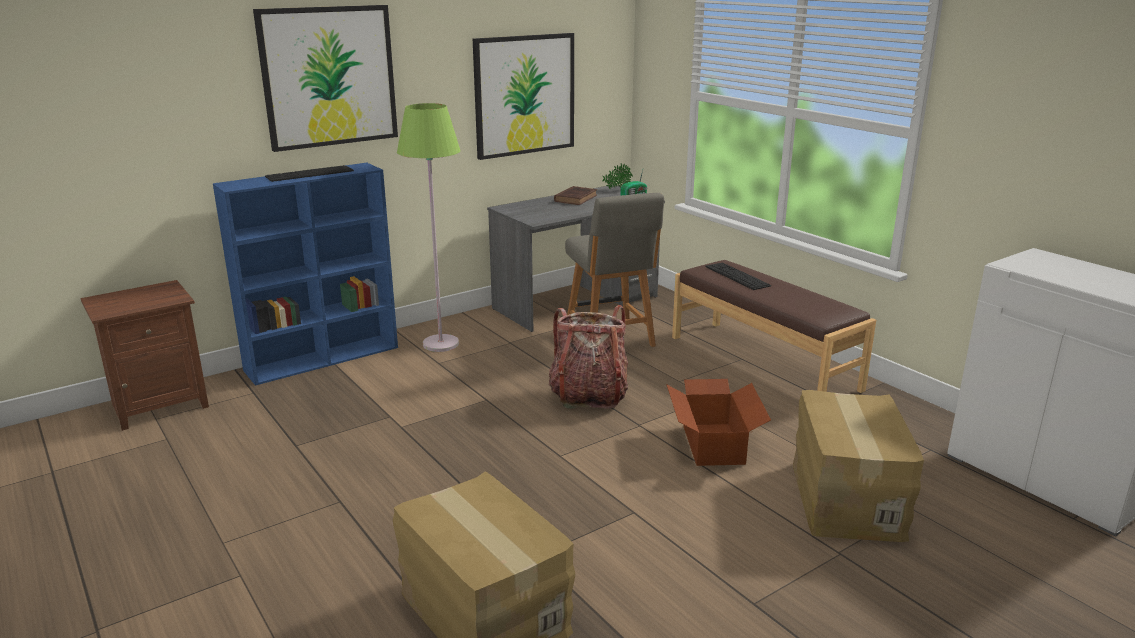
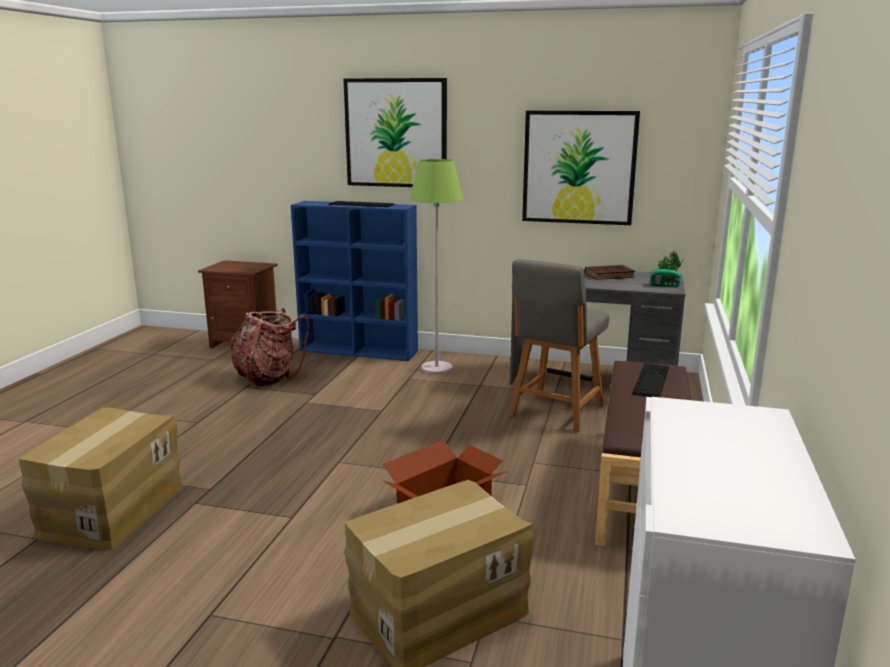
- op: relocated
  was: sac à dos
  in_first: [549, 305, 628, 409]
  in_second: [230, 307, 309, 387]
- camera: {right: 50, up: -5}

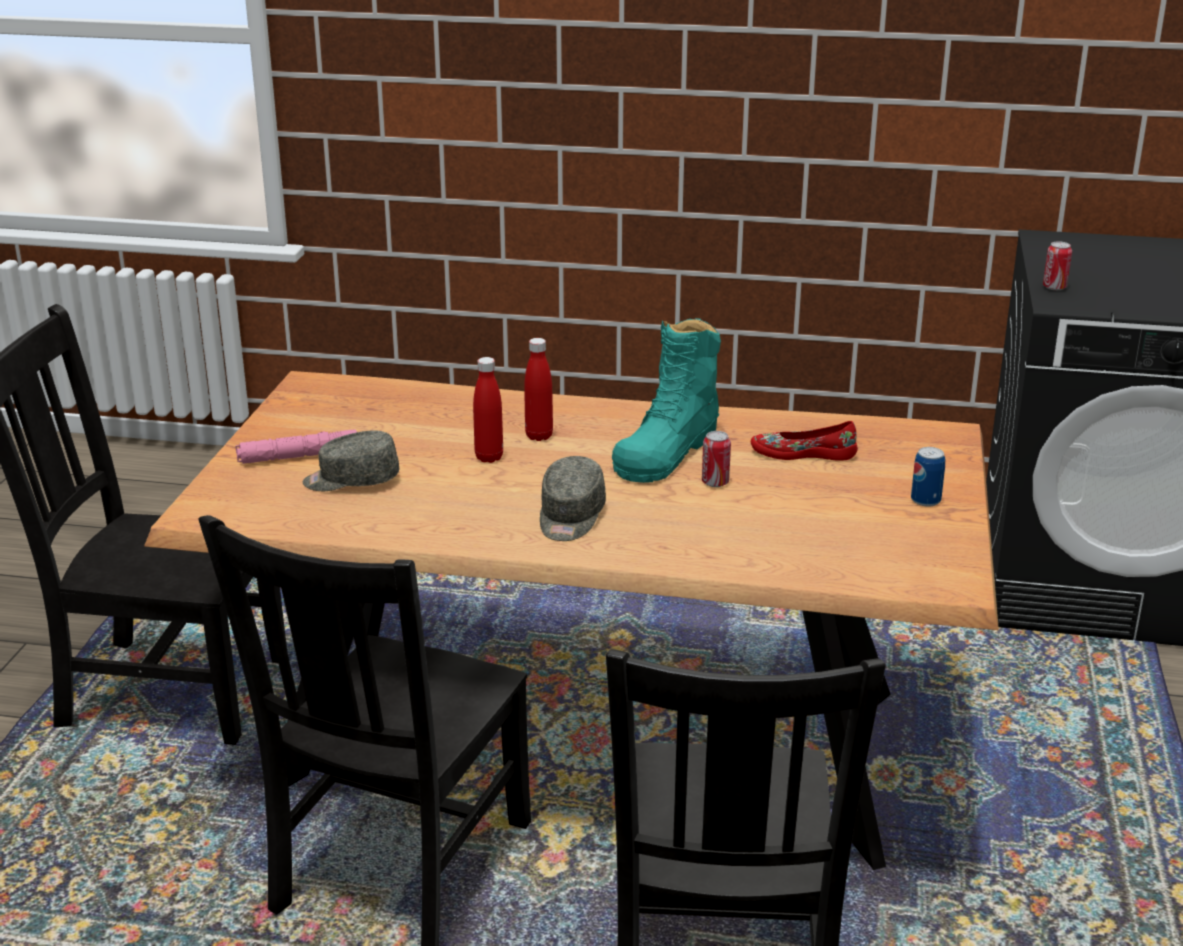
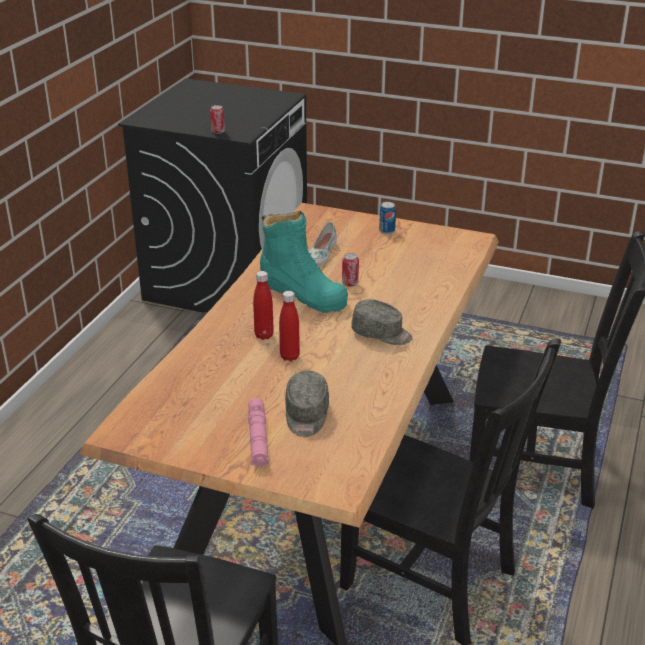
- op: colour
  was: chaussure (rouge)
  now: chaussure (blanc)
  in_first: [750, 421, 858, 461]
  in_second: [309, 222, 337, 265]
- camera: {right: -80, up: 5}

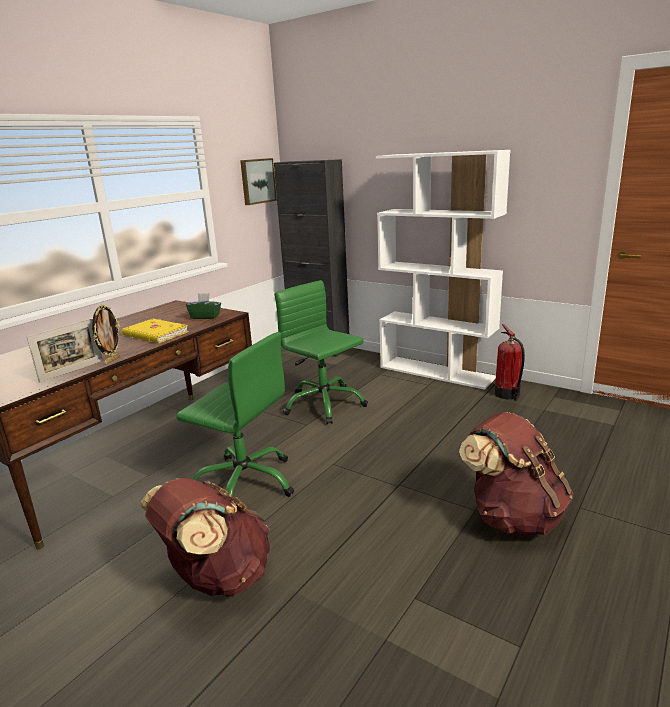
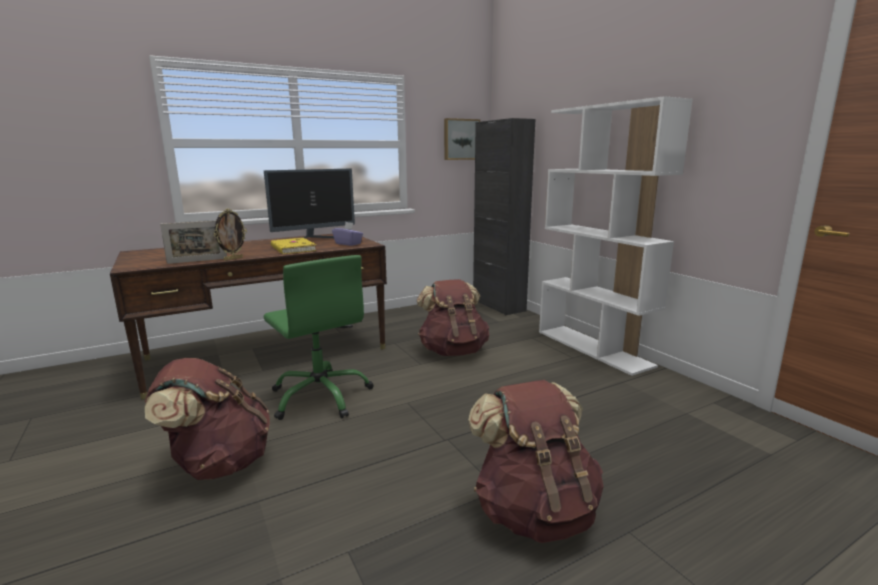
- op: appeared
  now: écran d'ordinateur
  in_second: [264, 169, 355, 238]
- op: colour
  was: boîte à mouchoirs (vert)
  now: boîte à mouchoirs (violet)
  in_first: [186, 293, 221, 319]
  in_second: [332, 222, 363, 246]
- op: exchanged
  was: chaise de bureau (vert)
  now: sac à dos (marron)
  in_first: [274, 280, 368, 424]
  in_second: [417, 279, 489, 356]
- op: missing
  was: extincteur
  in_first: [495, 324, 525, 401]
- camera: {right: 25, up: -5}

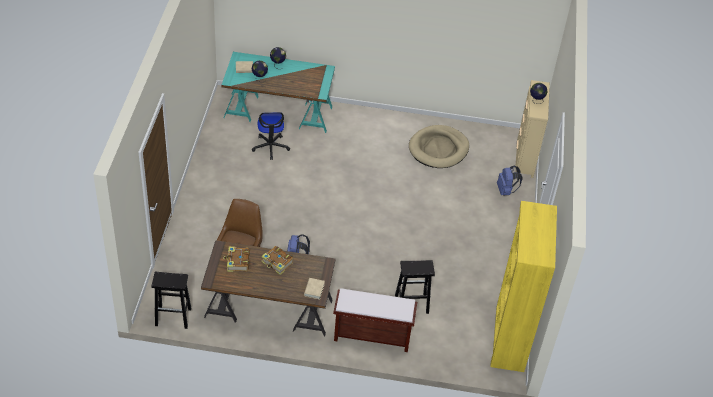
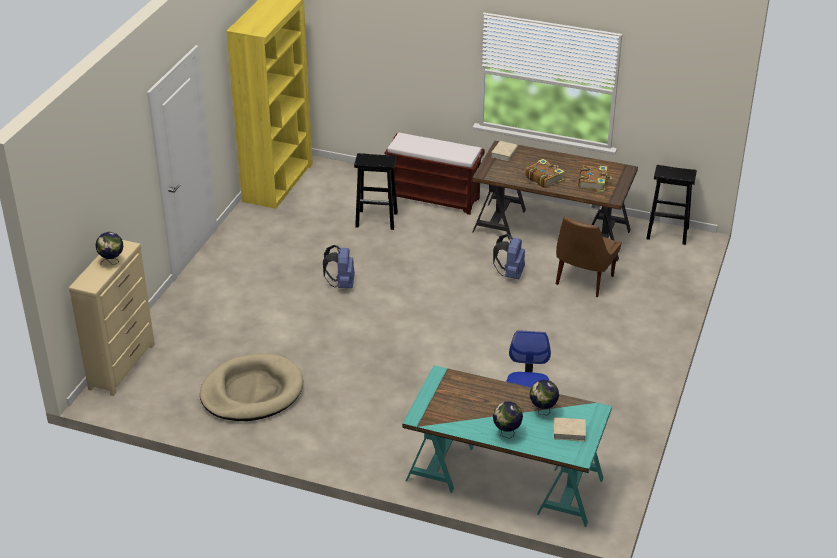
- op: relocated
  was: sac à dos (bleu)
  in_first: [497, 166, 523, 195]
  in_second: [323, 245, 355, 288]
- camera: {right: -165, up: -10}

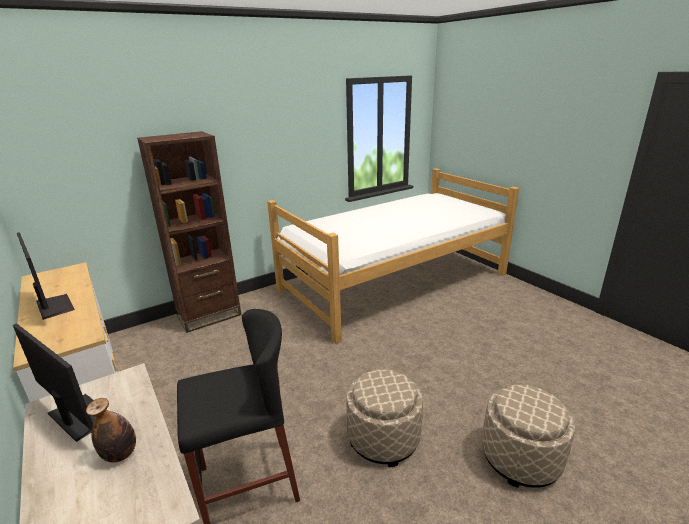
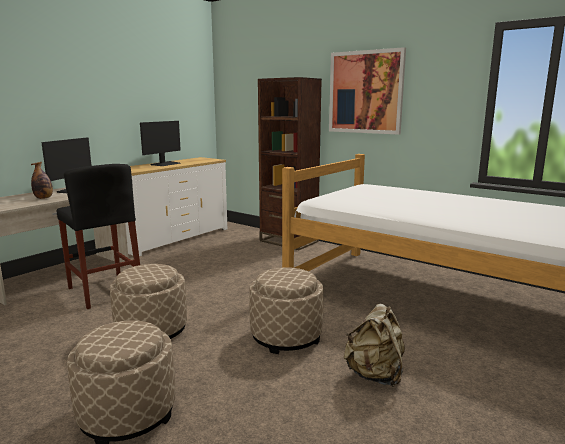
- op: appeared
  now: pouf (beige)
  in_second: [249, 267, 323, 354]
- op: appeared
  now: tableau
  in_second: [329, 47, 406, 135]
- op: appeared
  now: sac à dos (beige)
  in_second: [344, 304, 405, 387]
- camera: {right: 70, up: -10}

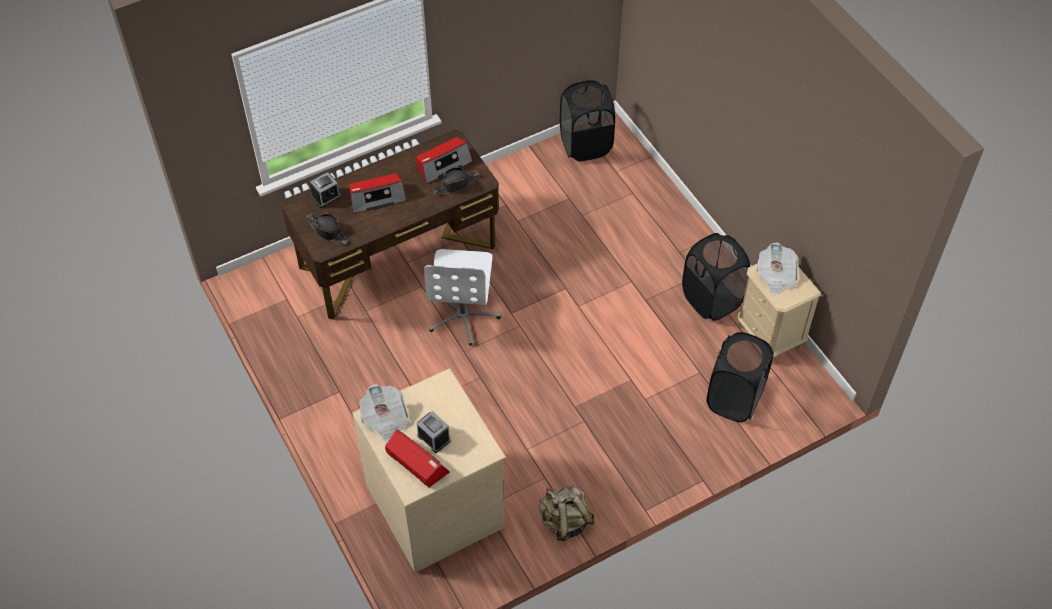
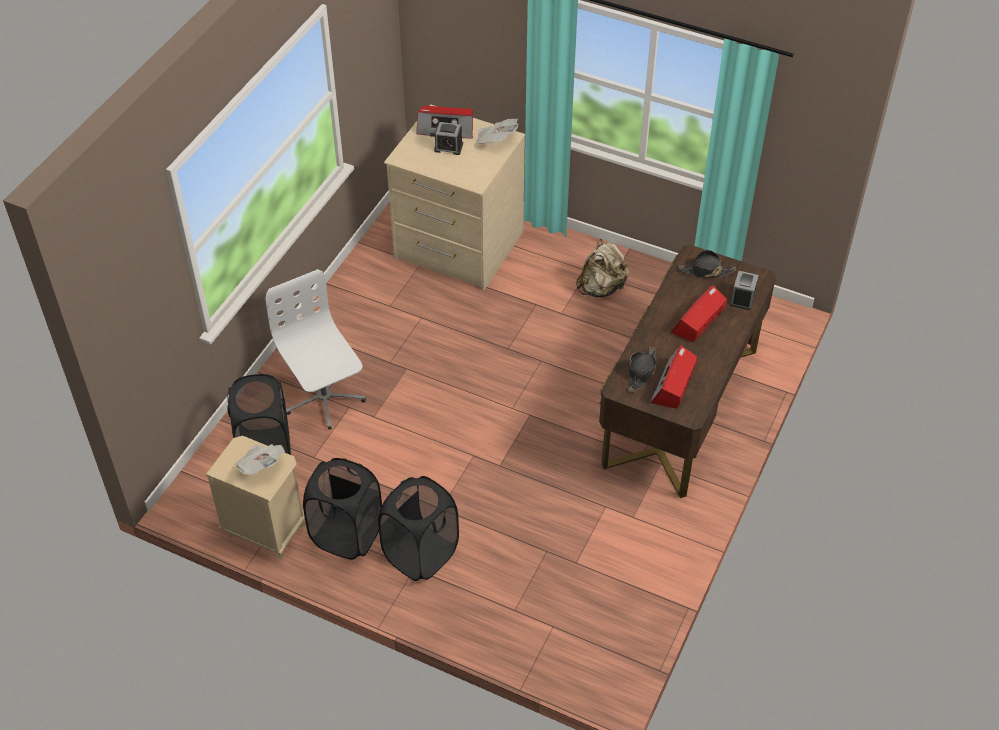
- op: relocated
  was: chaise de bureau (blanc)
  in_first: [424, 249, 501, 346]
  in_second: [266, 269, 366, 430]
- op: relocated
  was: panier à linge (noir)
  in_first: [560, 80, 615, 161]
  in_second: [378, 476, 459, 581]
- op: relocated
  was: sac à dos (beige)
  in_first: [539, 486, 595, 541]
  in_second: [576, 239, 629, 297]
- camera: {right: 145, up: -5}

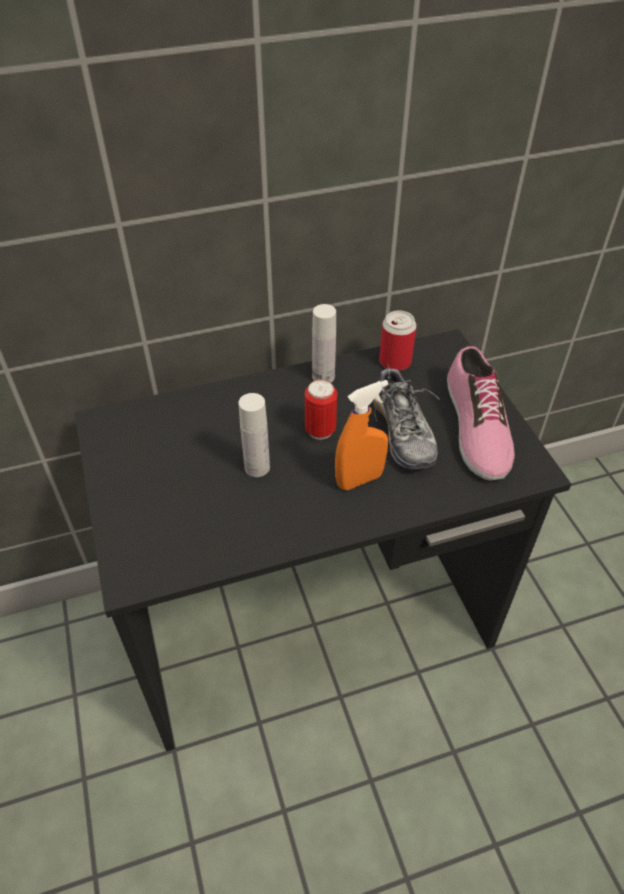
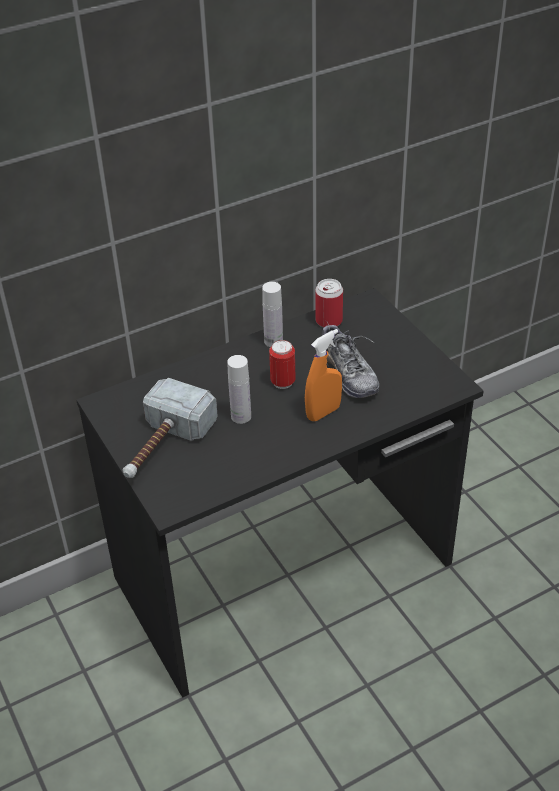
- op: appeared
  now: marteau
  in_second: [123, 378, 218, 478]
- op: missing
  was: chaussure
  in_first: [447, 345, 515, 481]
- camera: {right: -10, up: -5}

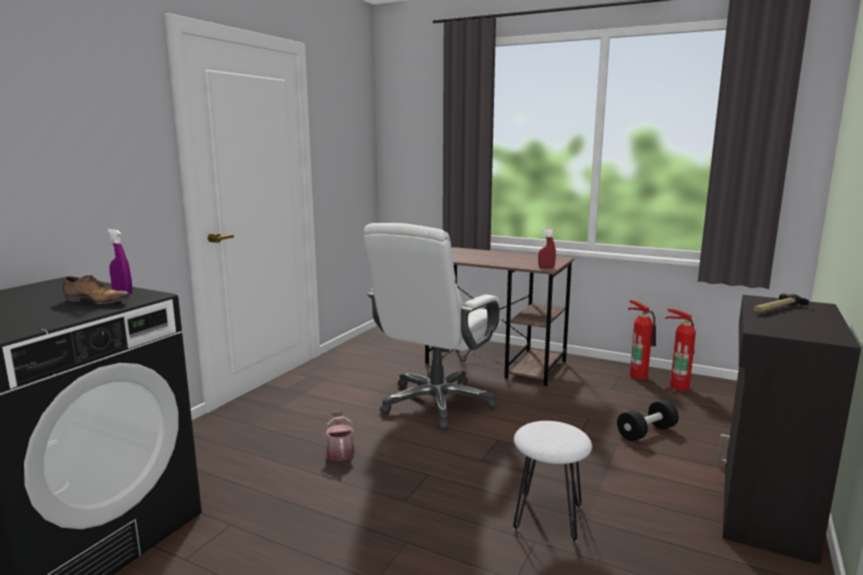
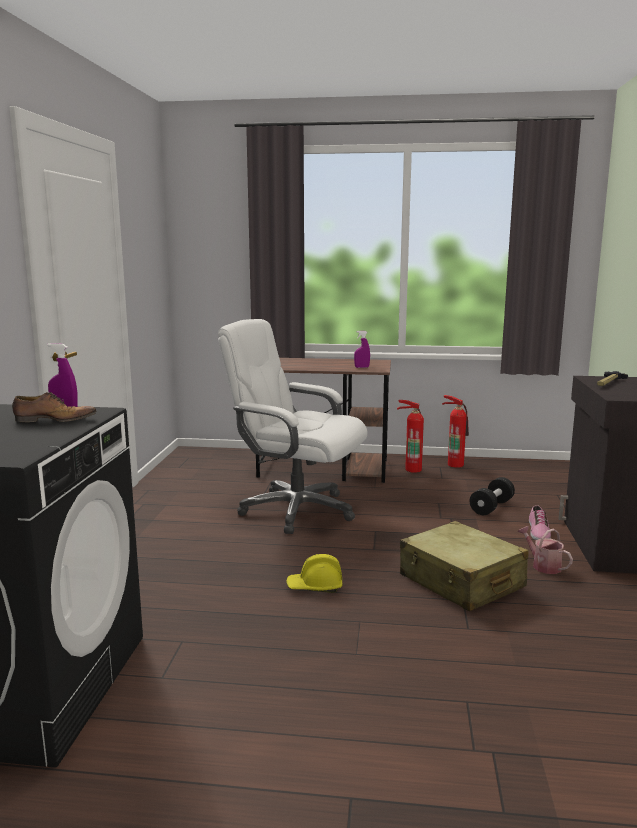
- op: spun
  was: chaise de bureau (blanc)
  in_first: [364, 223, 502, 430]
  in_second: [218, 319, 368, 534]
  clockwise: 105
- op: appeared
  now: casque de chantier (jaune)
  in_second: [286, 554, 342, 593]
- op: appeared
  now: vaporisateur (violet)
  in_second: [354, 331, 370, 368]
- op: relocated
  was: extincteur
  in_first: [665, 308, 696, 391]
  in_second: [397, 400, 424, 473]
- op: exchanged
  was: tabouret (blanc)
  now: valise (beige)
  in_first: [513, 421, 592, 543]
  in_second: [400, 521, 528, 611]
- op: relocated
  was: arrosoir
  in_first: [324, 411, 355, 461]
  in_second: [518, 526, 573, 574]
- op: appeared
  now: chaussure
  in_second: [529, 505, 551, 540]
- op: missing
  was: vaporisateur (rouge)
  in_first: [538, 229, 556, 268]
- camera: {right: -20, up: 0}

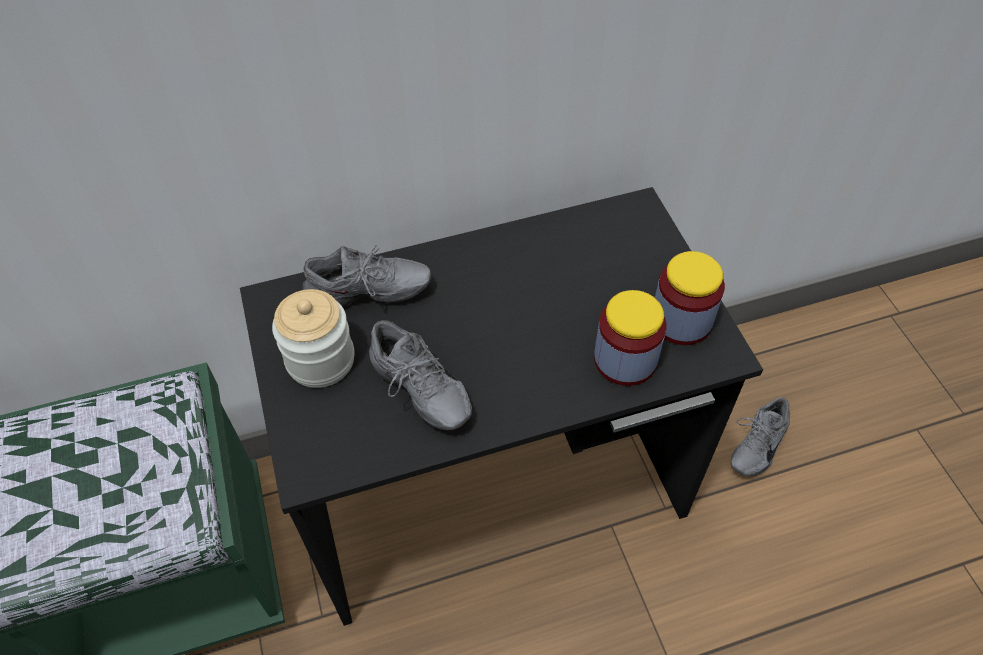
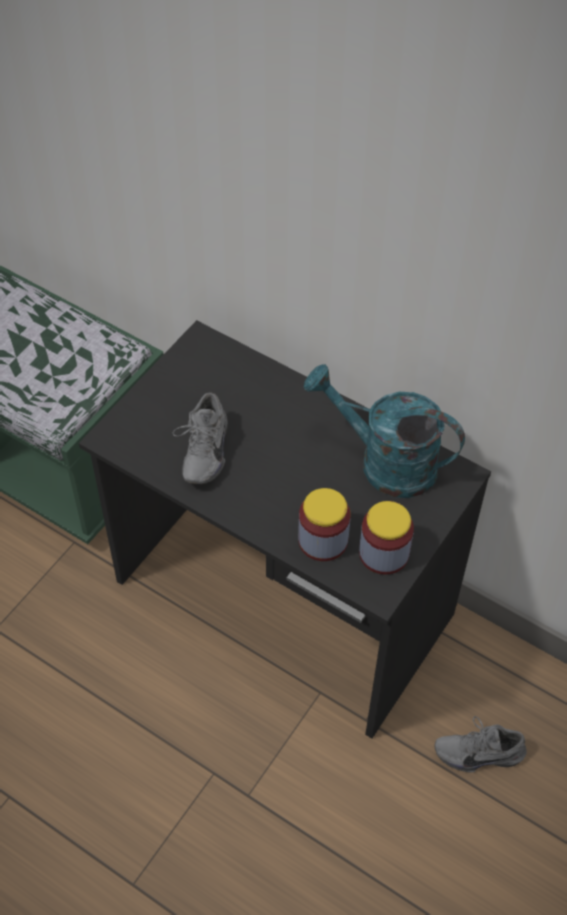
- op: appeared
  now: arrosoir (turquoise)
  in_second: [304, 364, 465, 498]
- op: missing
  was: bocal
  in_first: [272, 289, 355, 388]
- op: missing
  was: chaussure (gris)
  in_first: [302, 245, 431, 307]
- camera: {right: 50, up: 0}

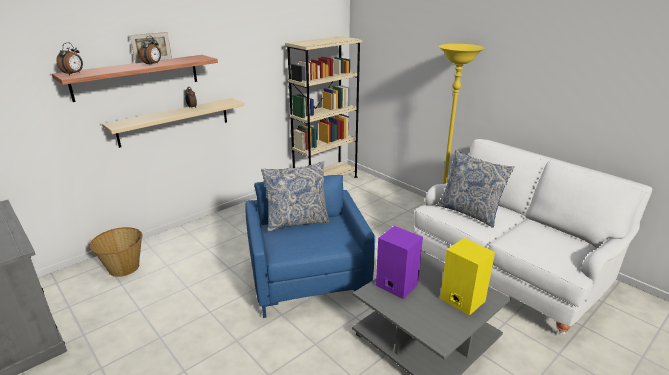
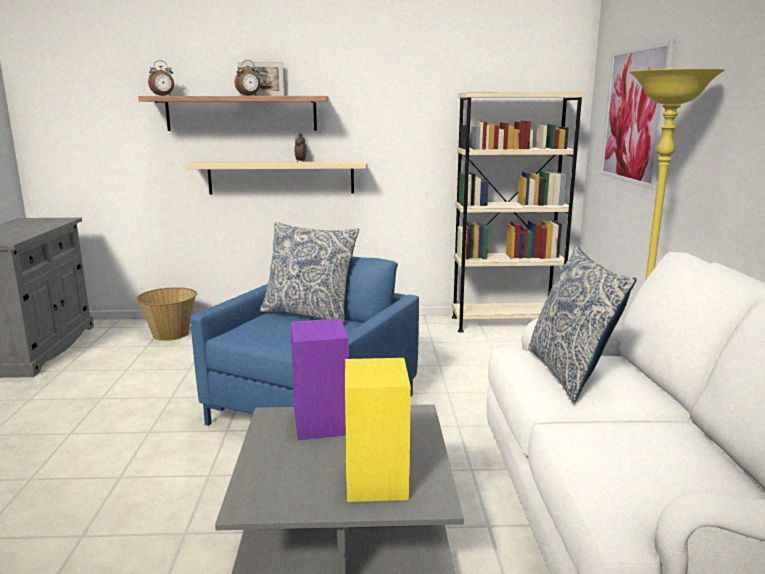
- op: appeared
  now: tableau
  in_second: [600, 40, 674, 190]
- camera: {right: 40, up: -10}

